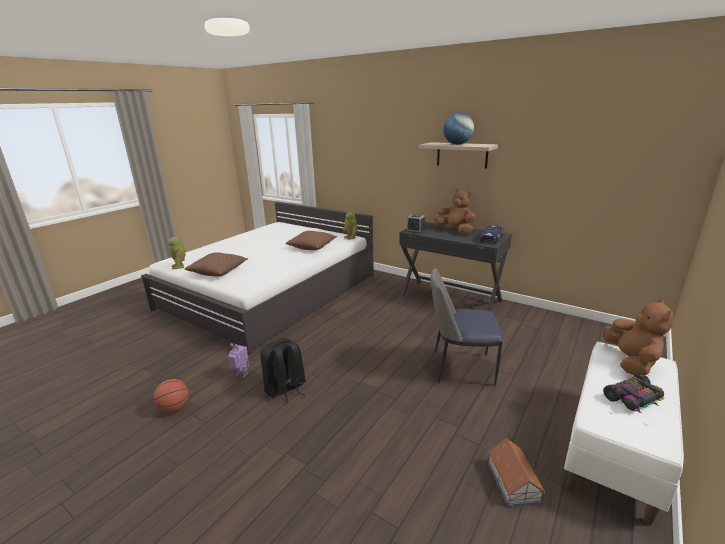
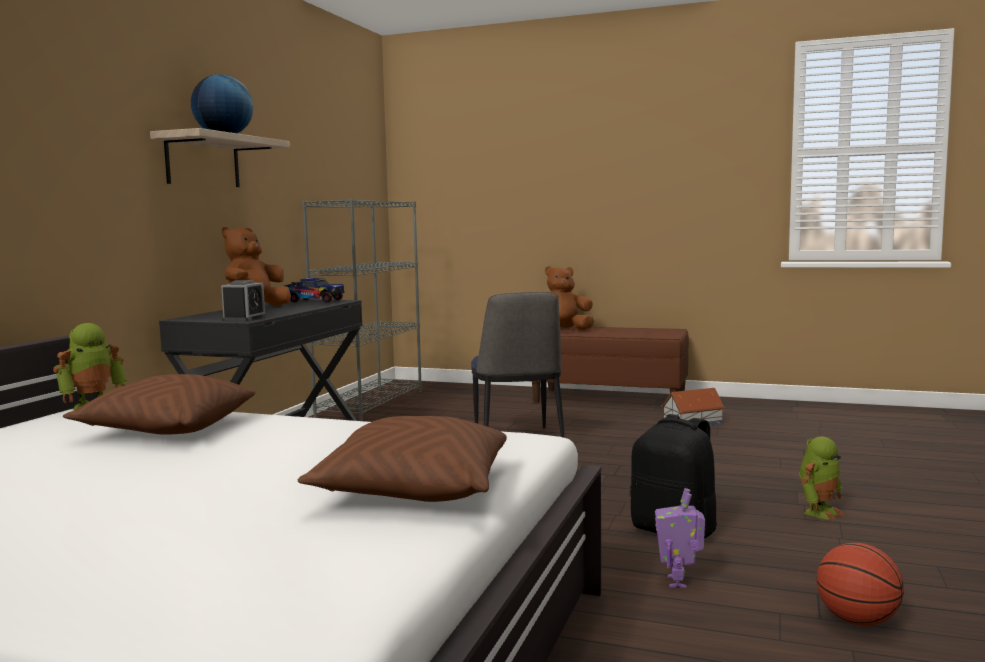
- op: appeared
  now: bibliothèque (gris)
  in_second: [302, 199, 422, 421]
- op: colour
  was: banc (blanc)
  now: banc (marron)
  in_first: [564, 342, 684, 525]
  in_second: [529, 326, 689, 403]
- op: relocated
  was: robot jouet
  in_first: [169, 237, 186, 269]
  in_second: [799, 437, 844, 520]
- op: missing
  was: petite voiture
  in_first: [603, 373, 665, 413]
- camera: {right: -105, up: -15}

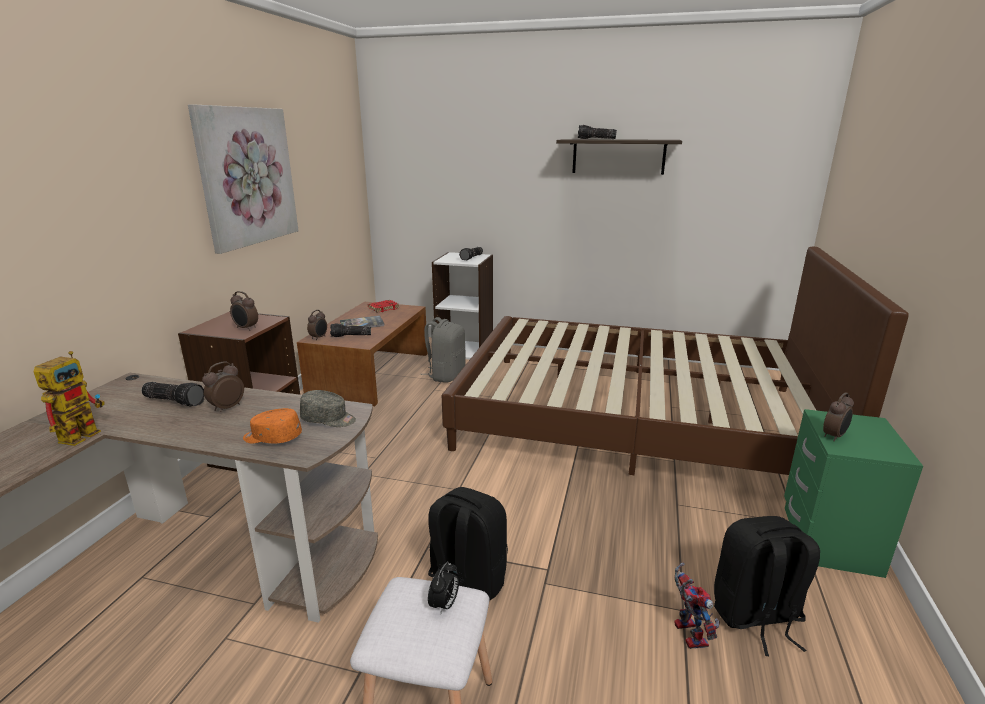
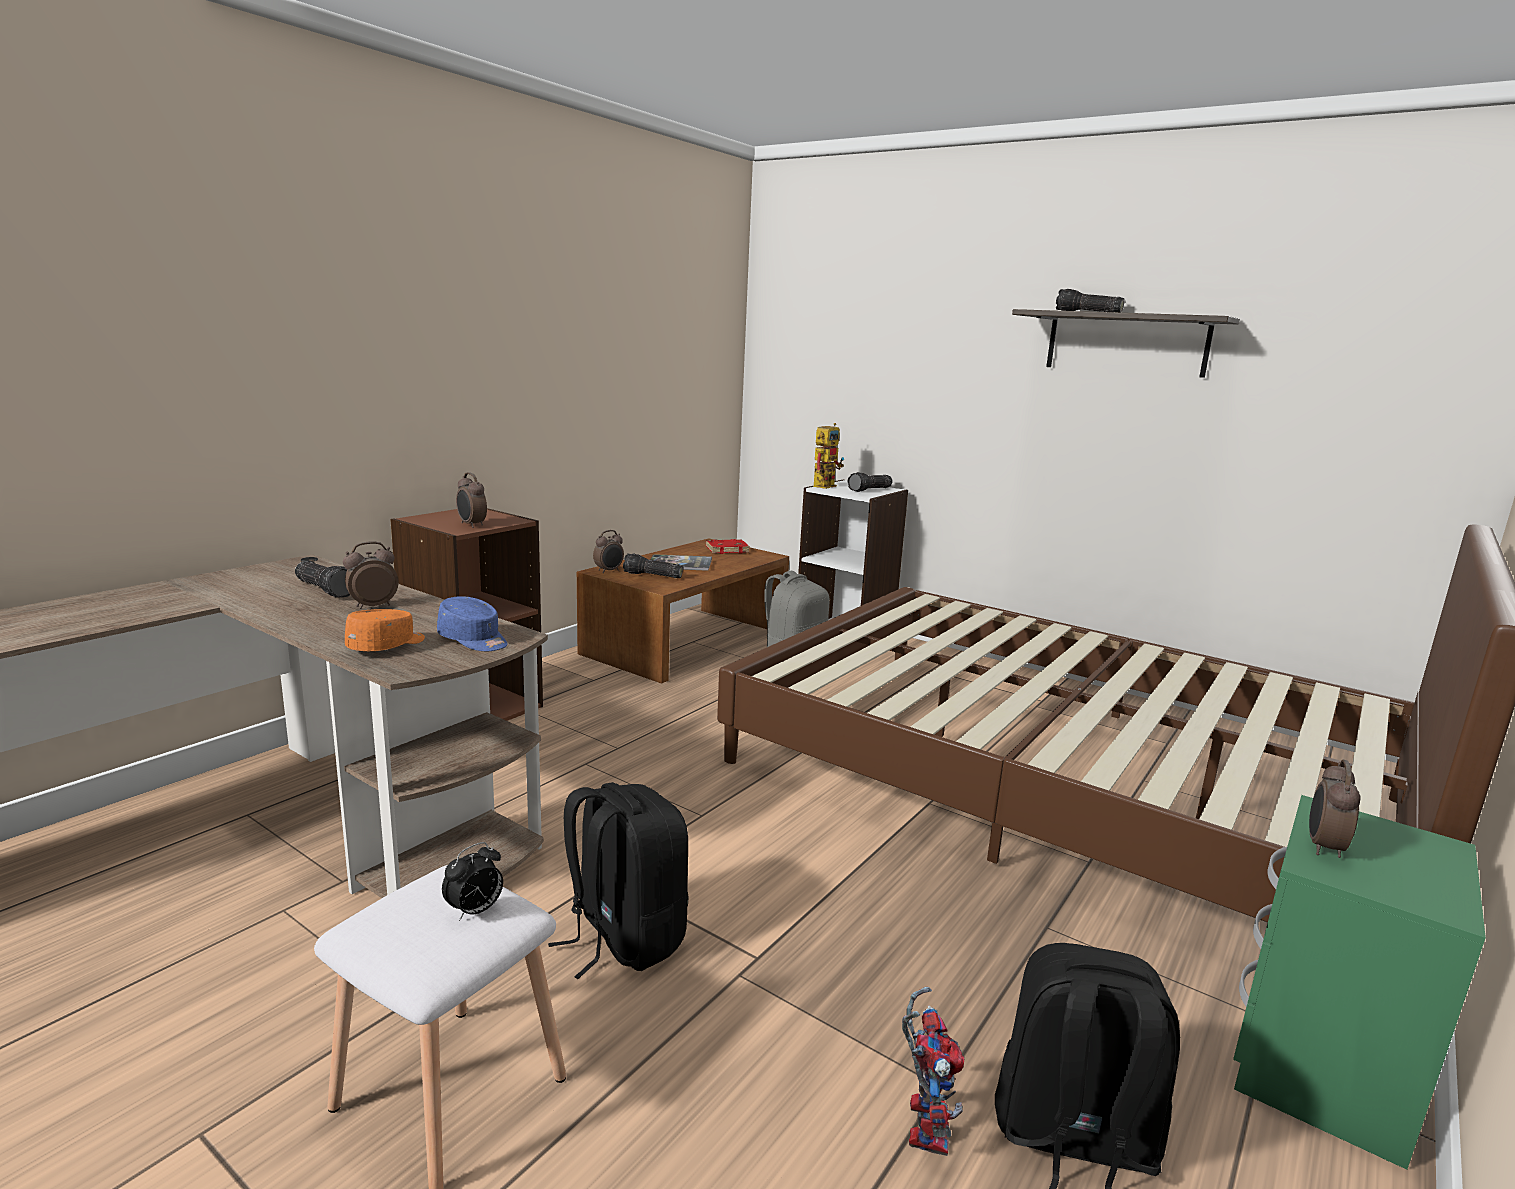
- op: spun
  was: casquette (orange)
  in_first: [243, 408, 302, 444]
  in_second: [345, 609, 425, 651]
  clockwise: 90
- op: colour
  was: casquette (gris)
  now: casquette (bleu)
  in_first: [300, 390, 356, 427]
  in_second: [437, 596, 508, 651]
- op: relocated
  was: robot jouet
  in_first: [33, 351, 105, 446]
  in_second: [813, 423, 844, 489]
- op: spun
  was: réveil
  in_first: [823, 393, 854, 441]
  in_second: [1309, 760, 1361, 858]
  clockwise: 135
- op: missing
  was: tableau
  in_first: [188, 104, 299, 254]
- camera: {right: 20, up: -5}

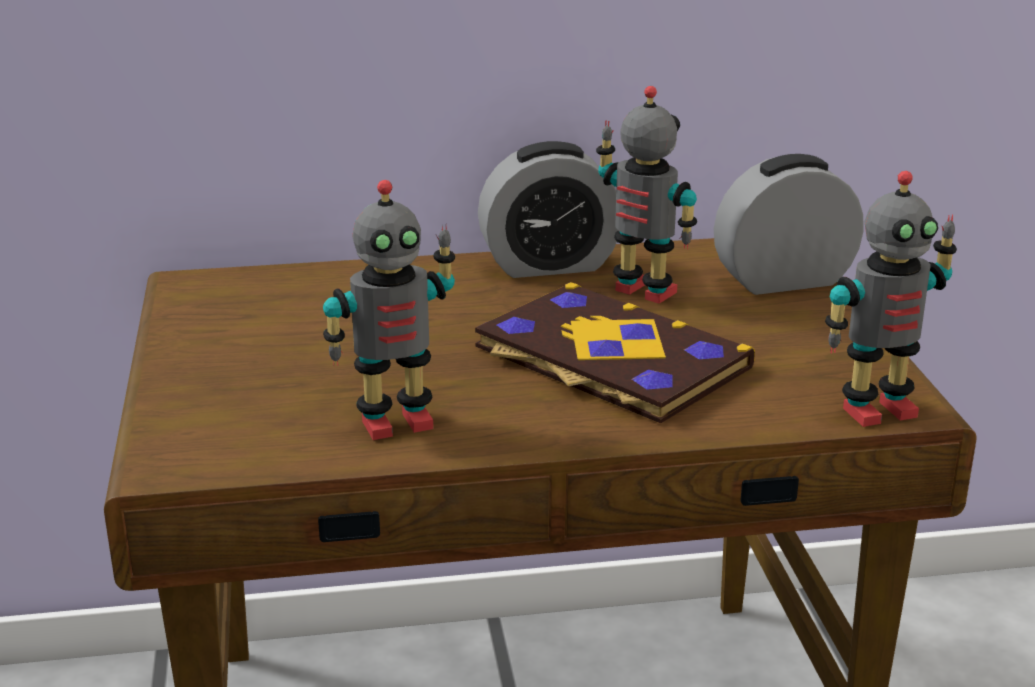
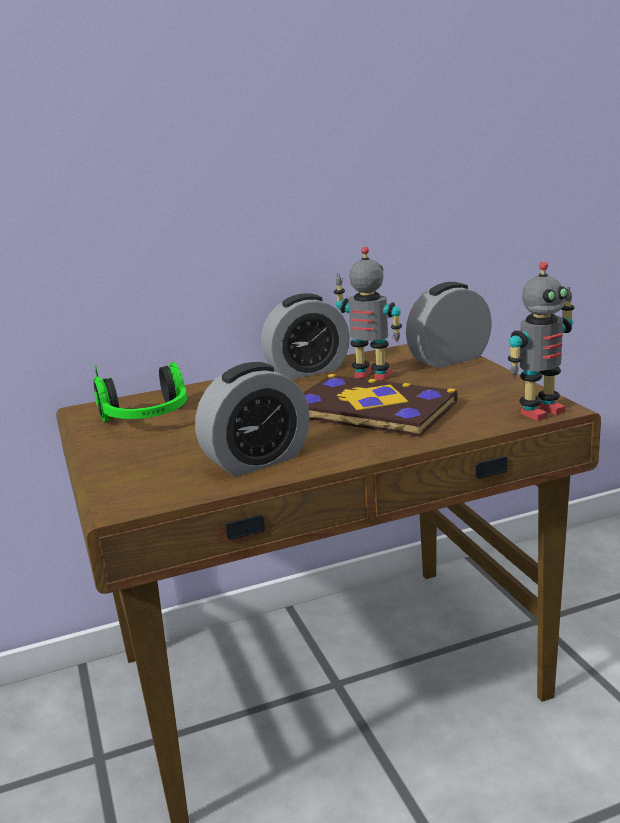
- op: appeared
  now: casque audio
  in_second: [94, 362, 187, 422]
- op: exchanged
  was: robot jouet
  now: réveil
  in_first: [323, 180, 455, 440]
  in_second: [195, 362, 310, 477]
- camera: {right: -10, up: -5}

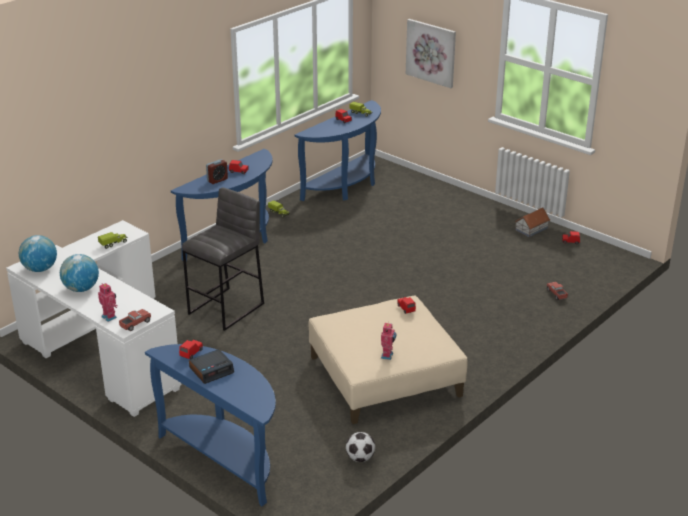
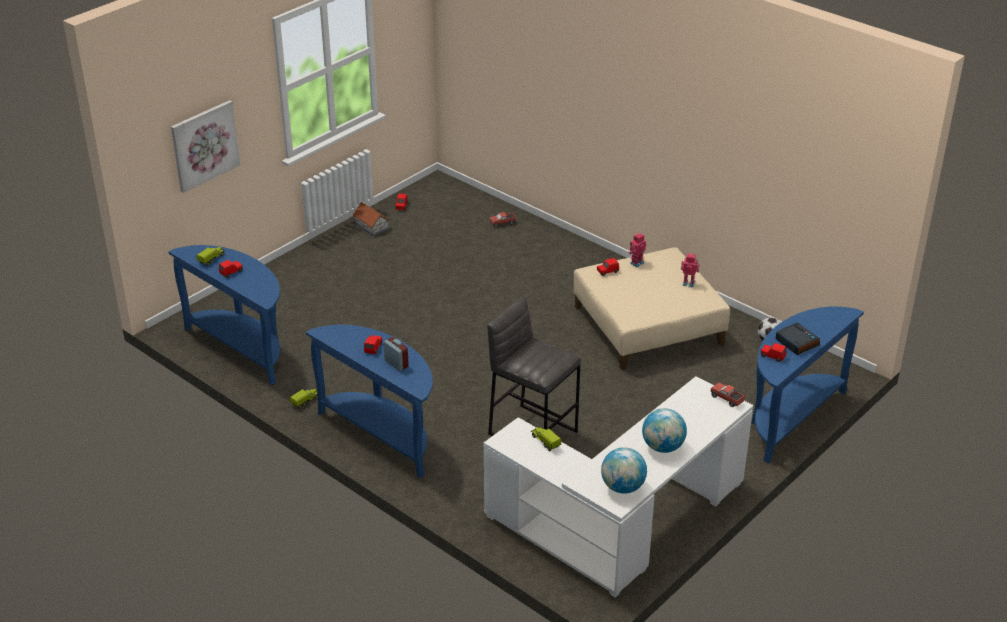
- op: relocated
  was: robot jouet
  in_first: [98, 283, 118, 322]
  in_second: [628, 233, 646, 267]
- camera: {right: -90, up: 5}

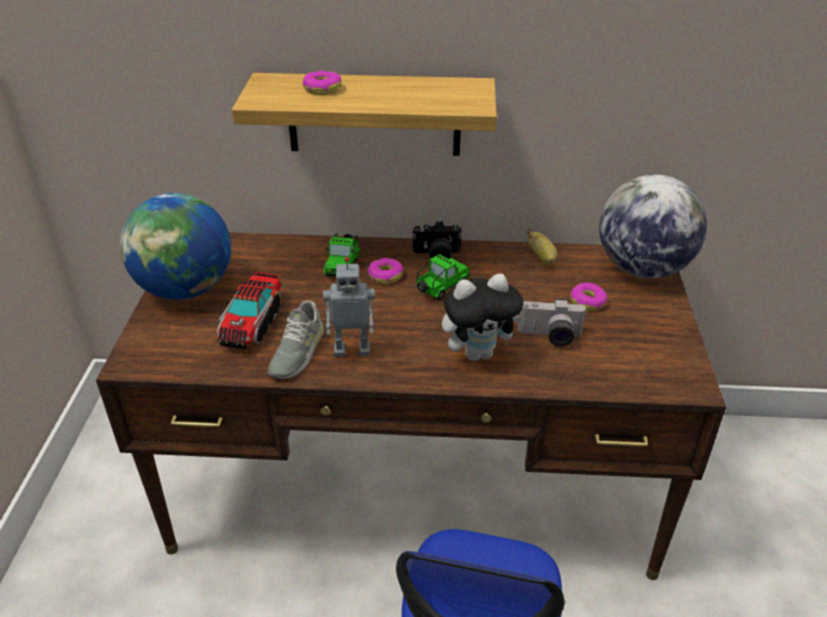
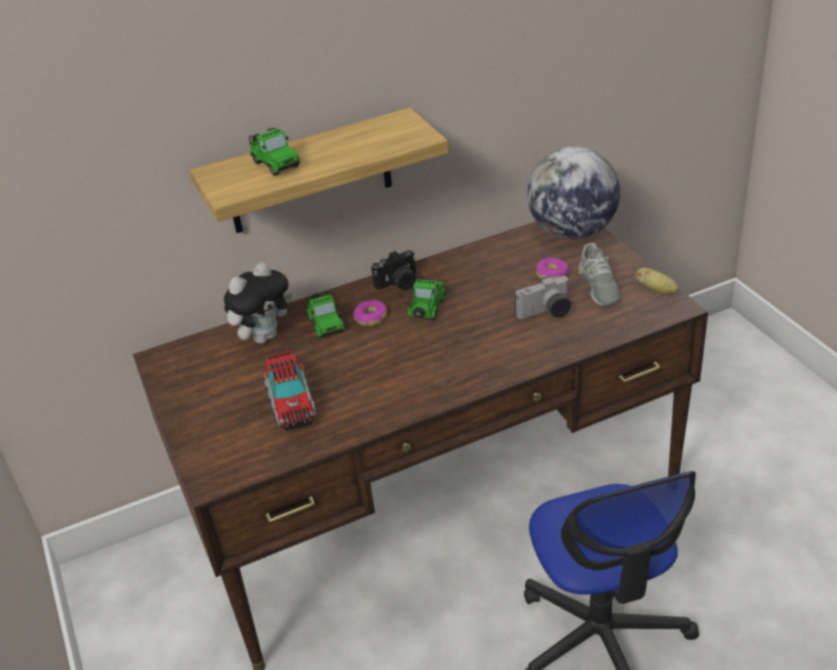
- op: relocated
  was: peluche
  in_first: [442, 274, 527, 361]
  in_second: [224, 262, 292, 344]
- op: exchanged
  was: beignet
  now: petite voiture
  in_first: [303, 71, 342, 95]
  in_second: [249, 128, 301, 176]
- op: relocated
  was: chaussure (gris)
  in_first: [268, 301, 324, 379]
  in_second: [578, 243, 621, 306]
- op: relocated
  was: banane
  in_first: [527, 228, 557, 265]
  in_second: [632, 266, 679, 295]
- op: missing
  was: globe
  in_first: [120, 193, 231, 300]
- op: missing
  was: robot jouet
  in_first: [323, 257, 375, 357]
- camera: {right: -25, up: 0}

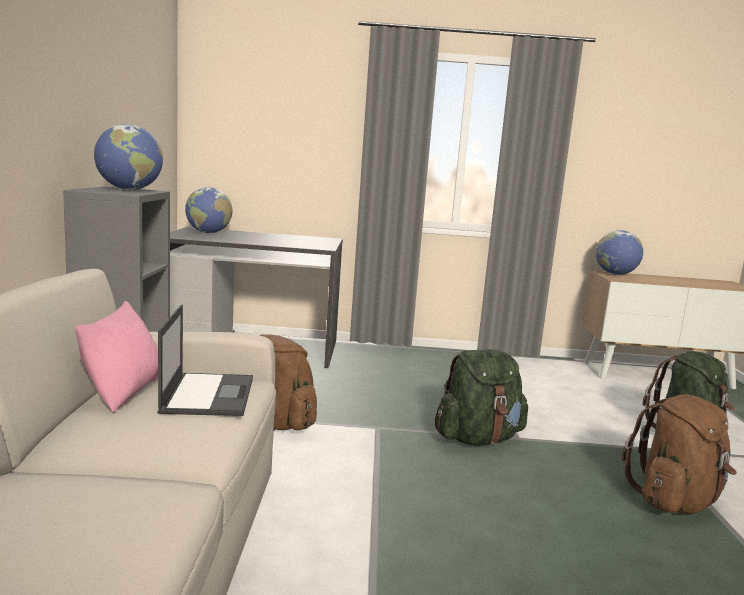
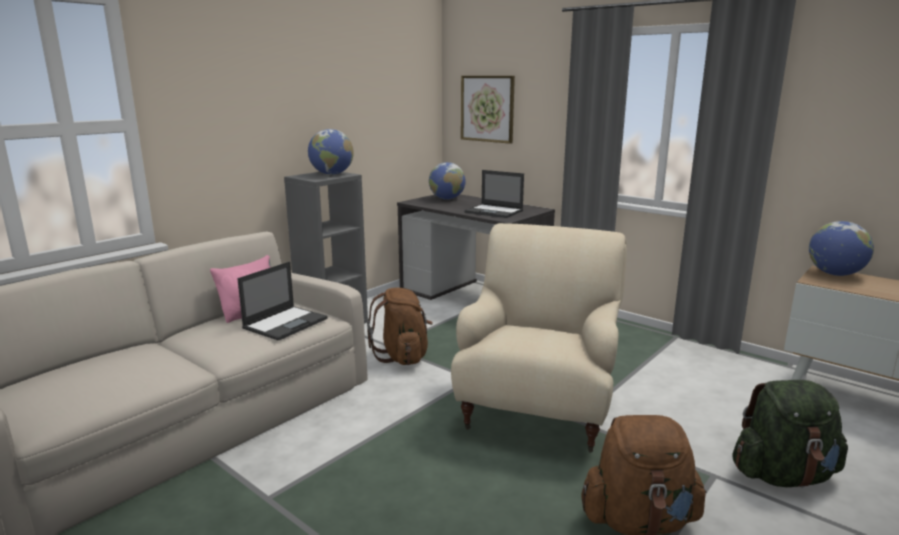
- op: exchanged
  was: sac à dos (vert)
  now: fauteuil (beige)
  in_first: [435, 349, 528, 446]
  in_second: [451, 223, 627, 453]
- op: appeared
  now: tableau
  in_second: [461, 76, 515, 144]
- op: appeared
  now: ordinateur portable
  in_second: [464, 170, 524, 218]
- camera: {right: 40, up: 5}

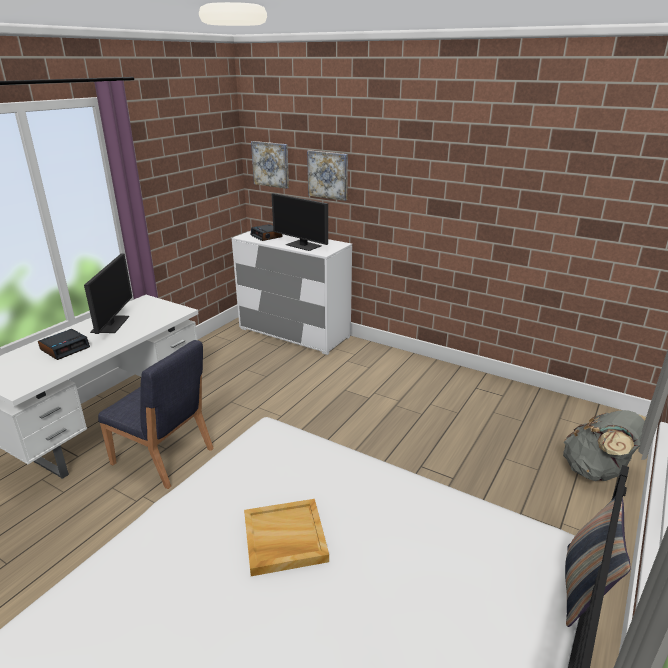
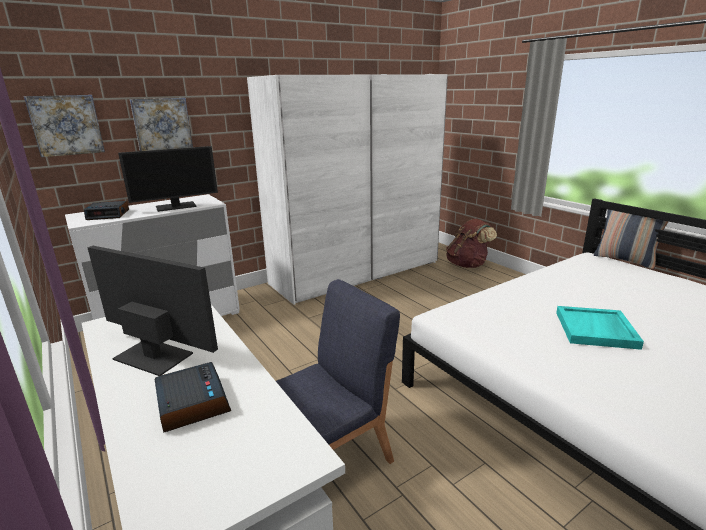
- op: appeared
  now: armoire (blanc)
  in_second: [247, 74, 448, 305]
- op: colour
  was: sac à dos (gris)
  now: sac à dos (marron)
  in_first: [563, 410, 646, 481]
  in_second: [446, 219, 497, 268]
- op: colour
  was: plateau (beige)
  now: plateau (turquoise)
  in_first: [244, 499, 329, 576]
  in_second: [556, 306, 644, 350]
- camera: {right: -65, up: -5}

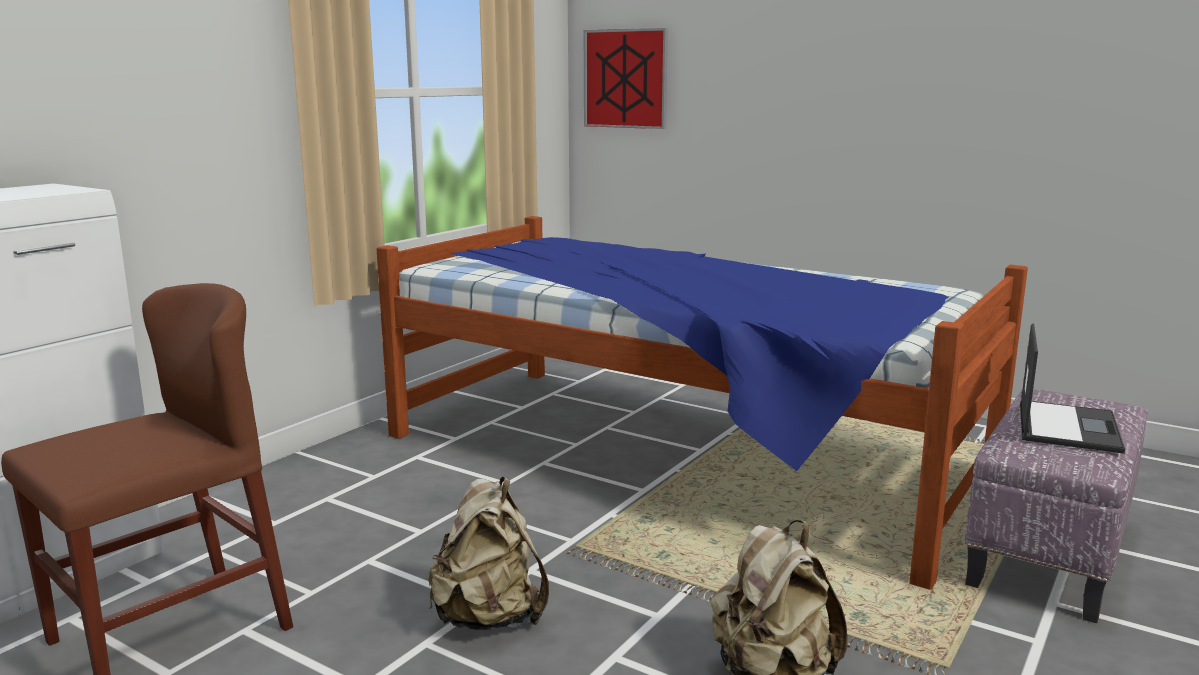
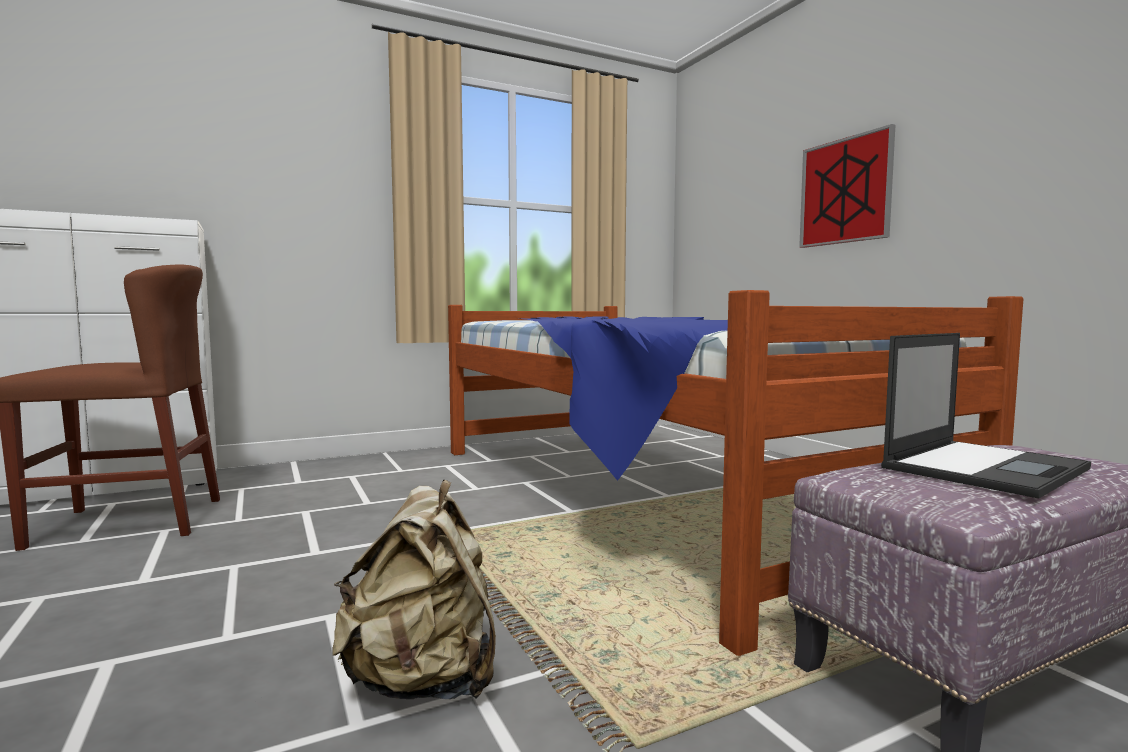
- op: relocated
  was: tableau
  in_first: [584, 28, 668, 129]
  in_second: [799, 124, 895, 248]
- op: missing
  was: sac à dos (beige)
  in_first: [428, 477, 549, 630]
- camera: {right: 30, up: -10}

